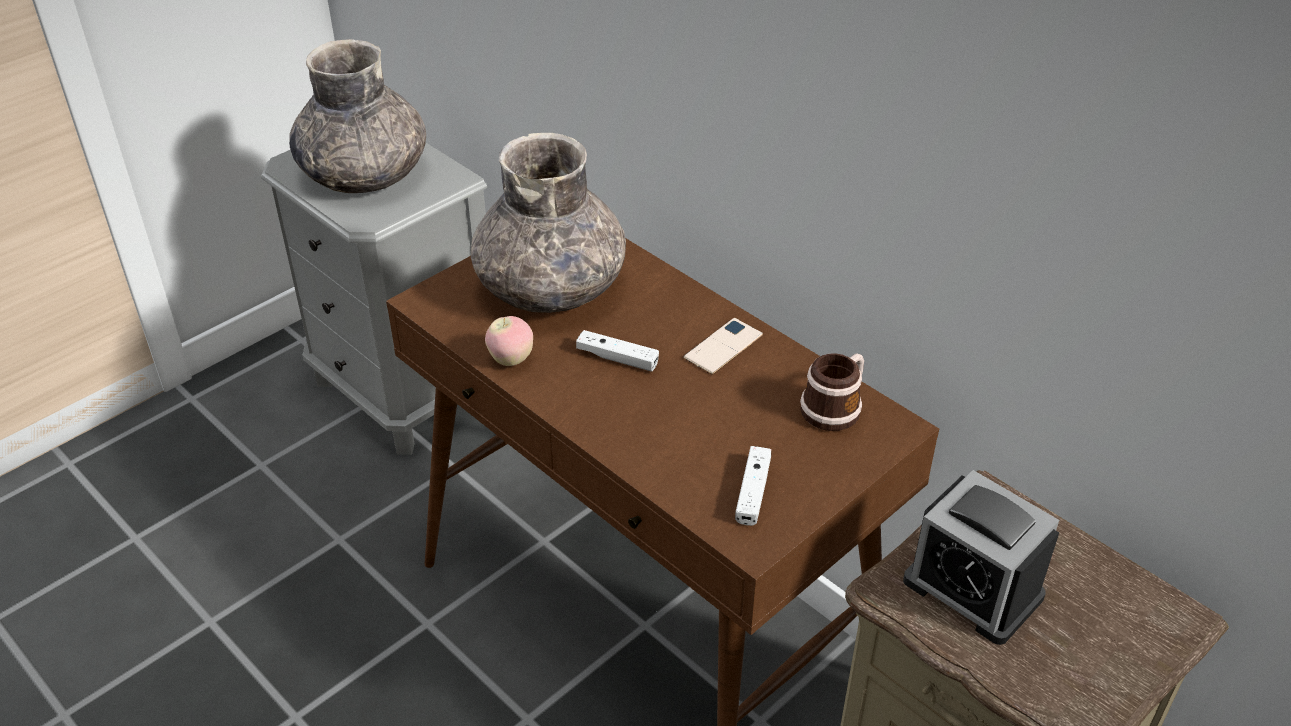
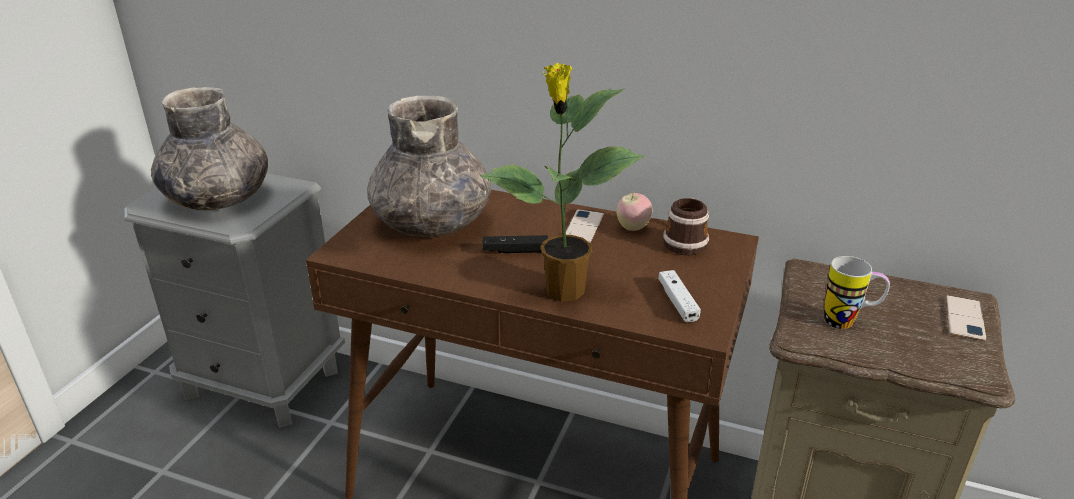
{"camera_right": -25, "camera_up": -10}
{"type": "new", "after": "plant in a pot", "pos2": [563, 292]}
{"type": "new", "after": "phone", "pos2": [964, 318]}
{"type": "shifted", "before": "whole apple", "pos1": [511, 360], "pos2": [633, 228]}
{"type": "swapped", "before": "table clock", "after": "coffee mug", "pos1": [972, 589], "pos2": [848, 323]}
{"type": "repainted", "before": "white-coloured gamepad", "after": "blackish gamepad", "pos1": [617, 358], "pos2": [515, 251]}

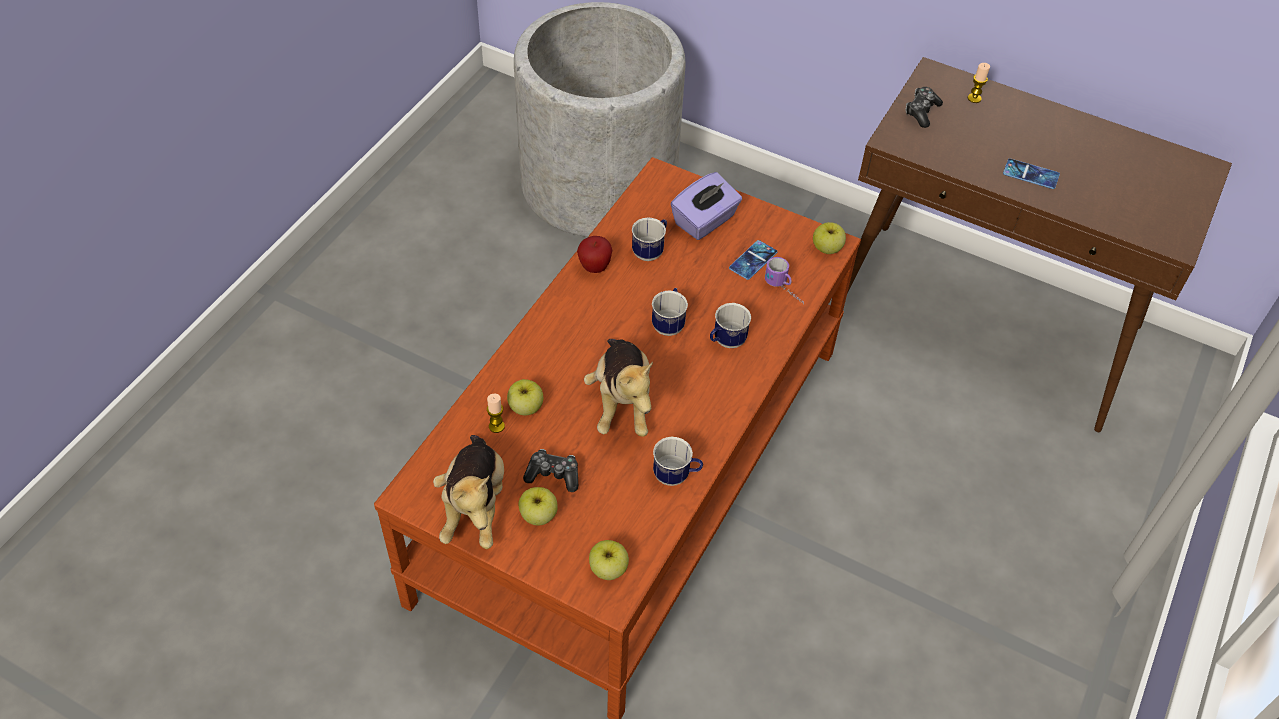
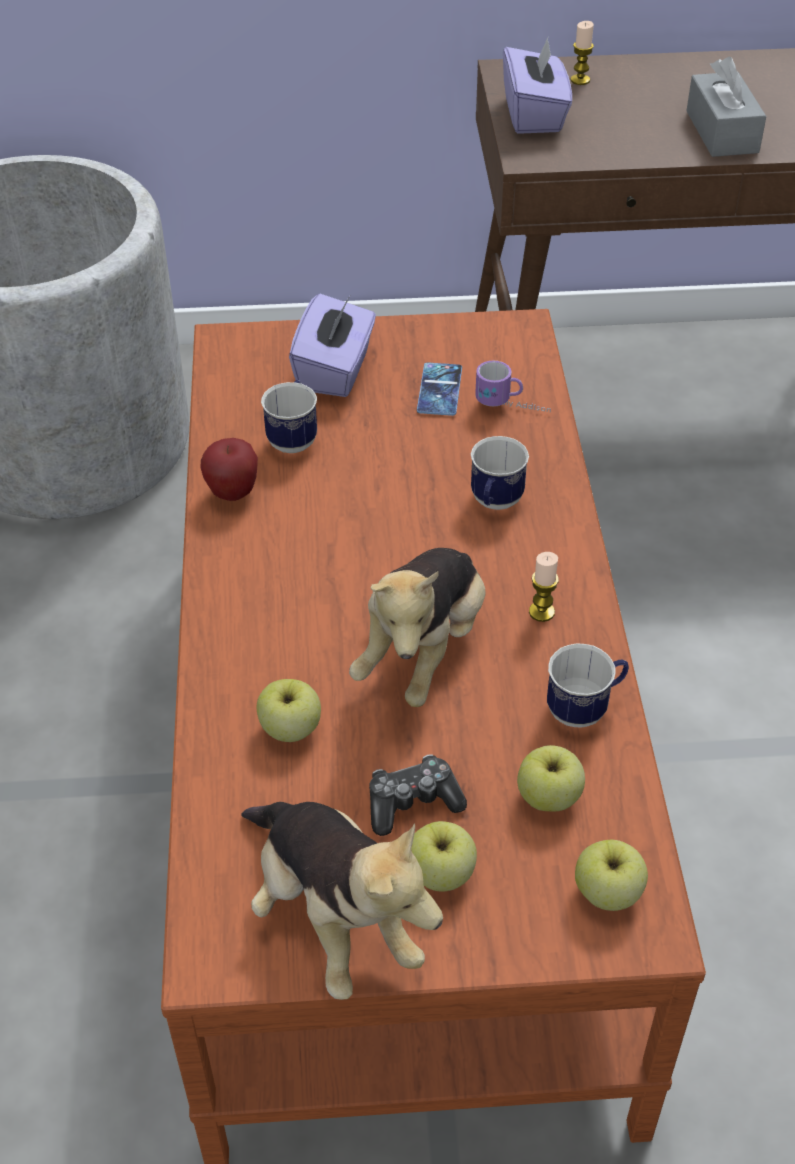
{"camera_right": -30, "camera_up": -5}
{"type": "gone", "before": "coffee mug", "pos1": [669, 323]}
{"type": "shifted", "before": "wax candle", "pos1": [496, 426], "pos2": [541, 612]}
{"type": "shifted", "before": "whole apple", "pos1": [827, 249], "pos2": [549, 797]}
{"type": "swapped", "before": "gamepad", "after": "purple-coloured tissue holder", "pos1": [921, 112], "pos2": [534, 115]}
{"type": "swapped", "before": "phone", "after": "grey tissue holder", "pos1": [1031, 174], "pos2": [722, 132]}
{"type": "rotated", "before": "soft toy", "pos1": [621, 402], "pos2": [423, 650], "turn": 60}

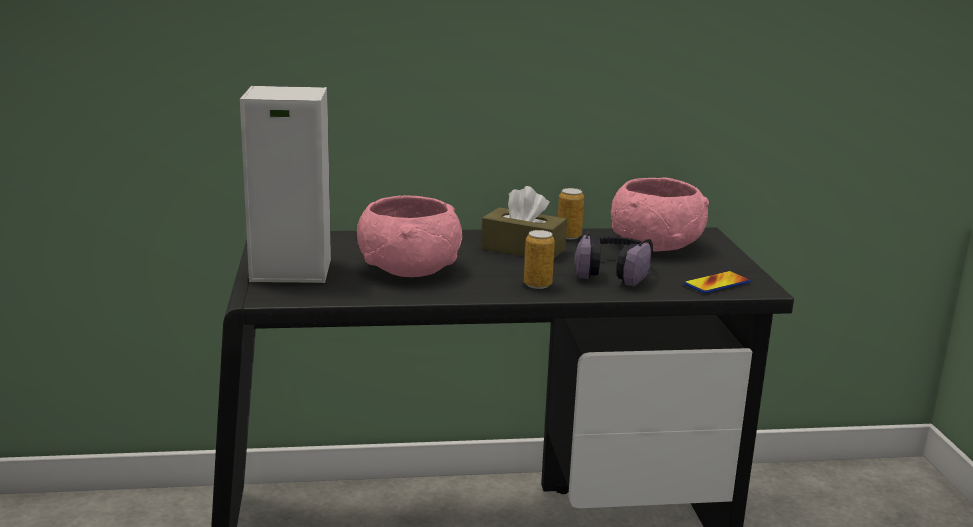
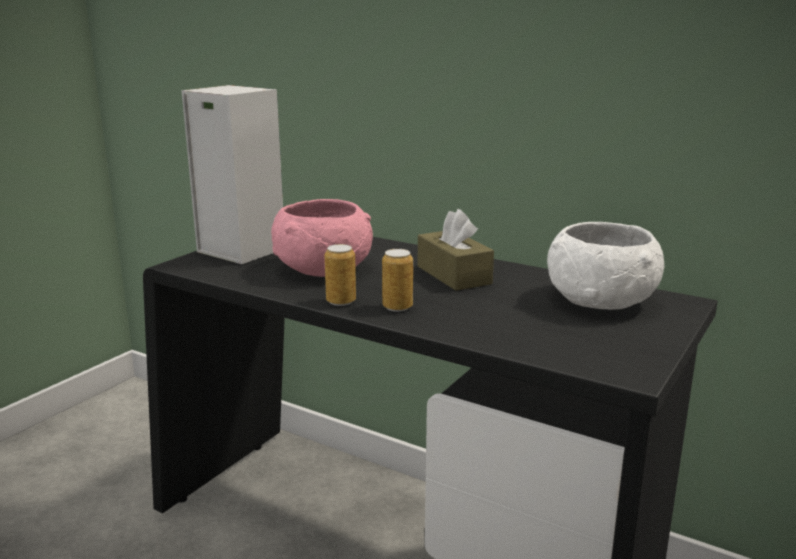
{"camera_right": 40, "camera_up": 0}
{"type": "gone", "before": "pair of headphones", "pos1": [614, 272]}
{"type": "gone", "before": "phone", "pos1": [717, 283]}
{"type": "shifted", "before": "sealed can", "pos1": [569, 236], "pos2": [341, 301]}
{"type": "repainted", "before": "pink-coloured bowl", "after": "white-coloured bowl", "pos1": [656, 244], "pos2": [600, 300]}

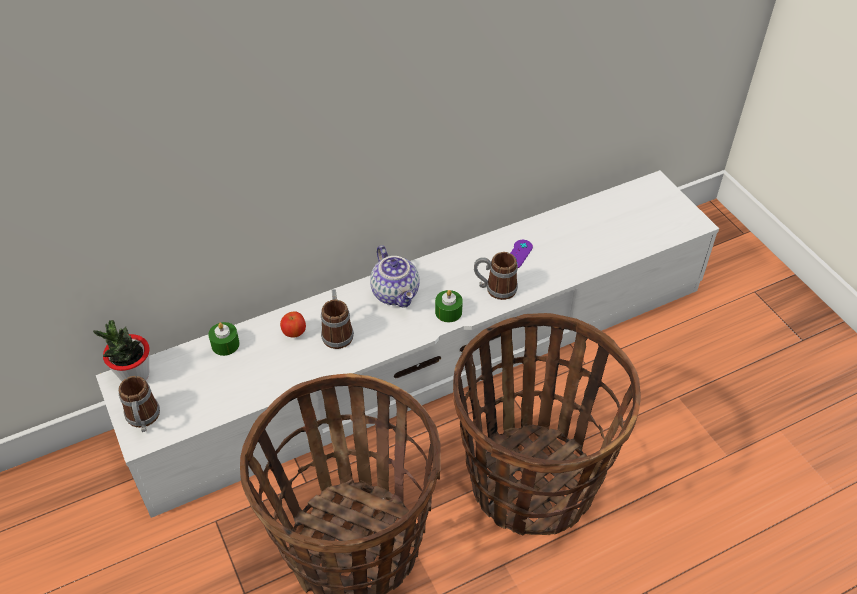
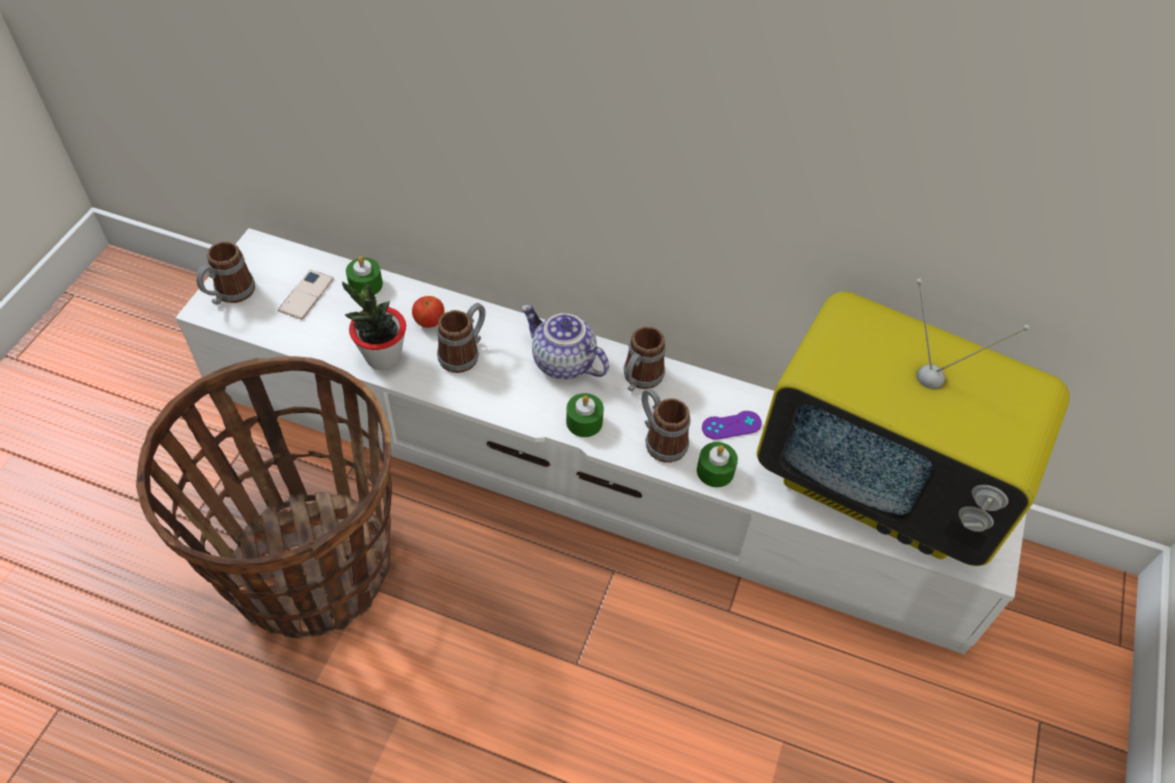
{"camera_right": 45, "camera_up": 5}
{"type": "gone", "before": "storage basket", "pos1": [530, 481]}
{"type": "new", "after": "phone", "pos2": [306, 295]}
{"type": "new", "after": "coffee mug", "pos2": [639, 379]}
{"type": "new", "after": "green-coloured wax candle", "pos2": [715, 471]}
{"type": "new", "after": "TV set", "pos2": [882, 482]}
{"type": "shifted", "before": "plant in a pot", "pos1": [134, 375], "pos2": [383, 357]}
{"type": "rotated", "before": "teapot", "pos1": [396, 293], "pos2": [562, 363], "turn": 105}

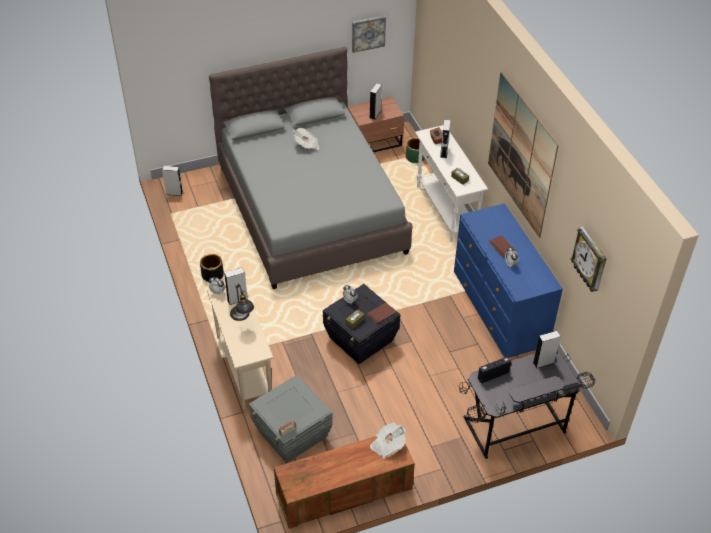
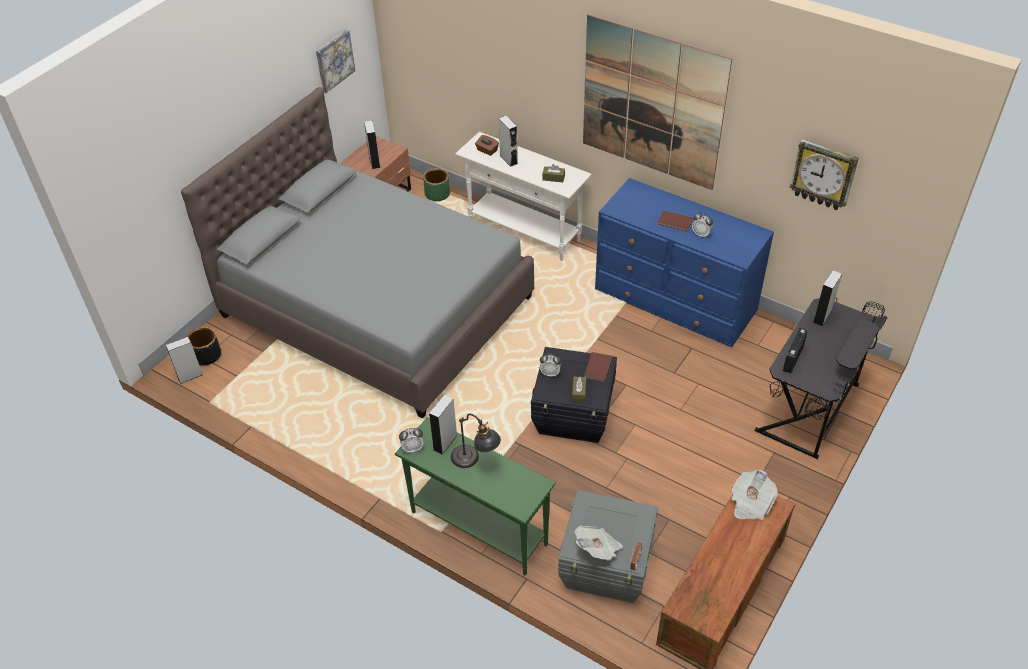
{"camera_right": -35, "camera_up": 0}
{"type": "shifted", "before": "blackish planter", "pos1": [212, 275], "pos2": [207, 355]}
{"type": "shifted", "before": "newspaper", "pos1": [306, 145], "pos2": [598, 549]}
{"type": "repainted", "before": "sand-coloured hall table", "after": "green-coloured hall table", "pos1": [243, 368], "pos2": [477, 528]}

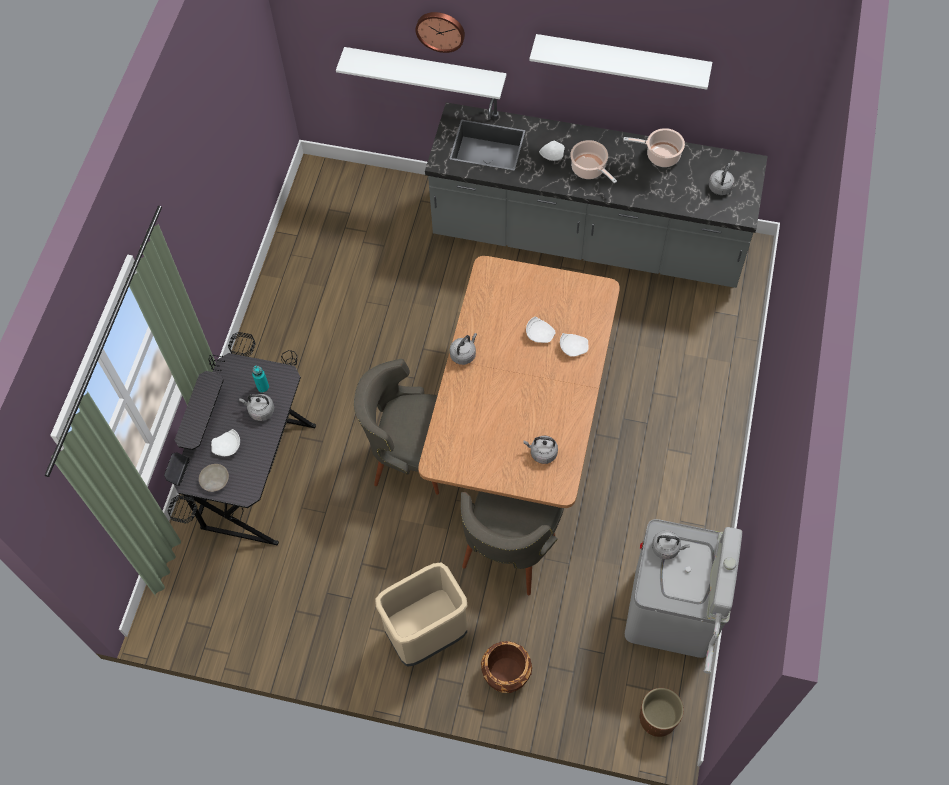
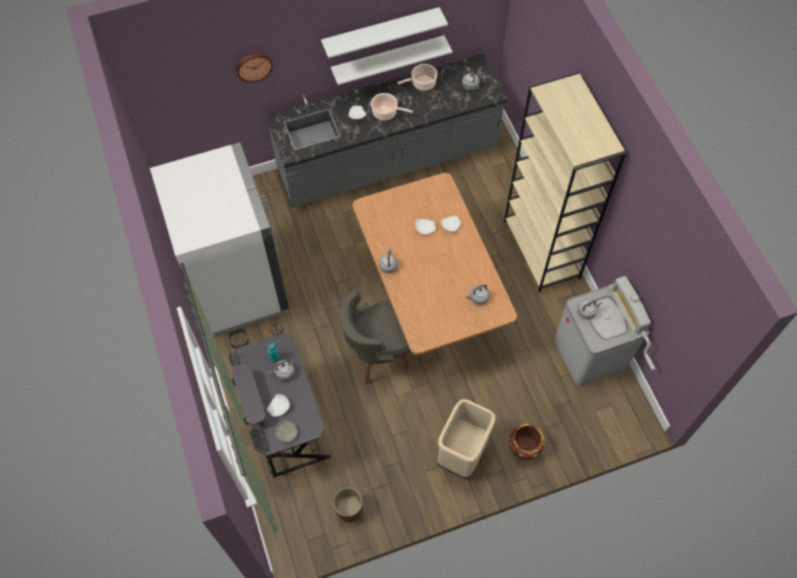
{"camera_right": -35, "camera_up": 0}
{"type": "gone", "before": "grey chair", "pos1": [509, 551]}
{"type": "new", "after": "white-coloured fridge", "pos2": [238, 285]}
{"type": "new", "after": "sand-coloured bookcase", "pos2": [542, 249]}
{"type": "shifted", "before": "white-coloured wall shelf", "pos1": [425, 72], "pos2": [388, 59]}
{"type": "shifted", "before": "brown-coloured planter", "pos1": [658, 718], "pos2": [349, 509]}

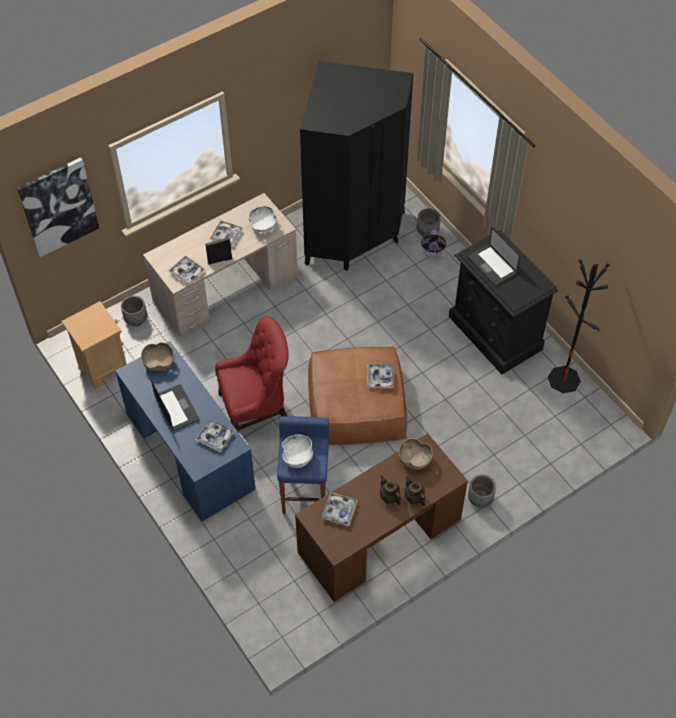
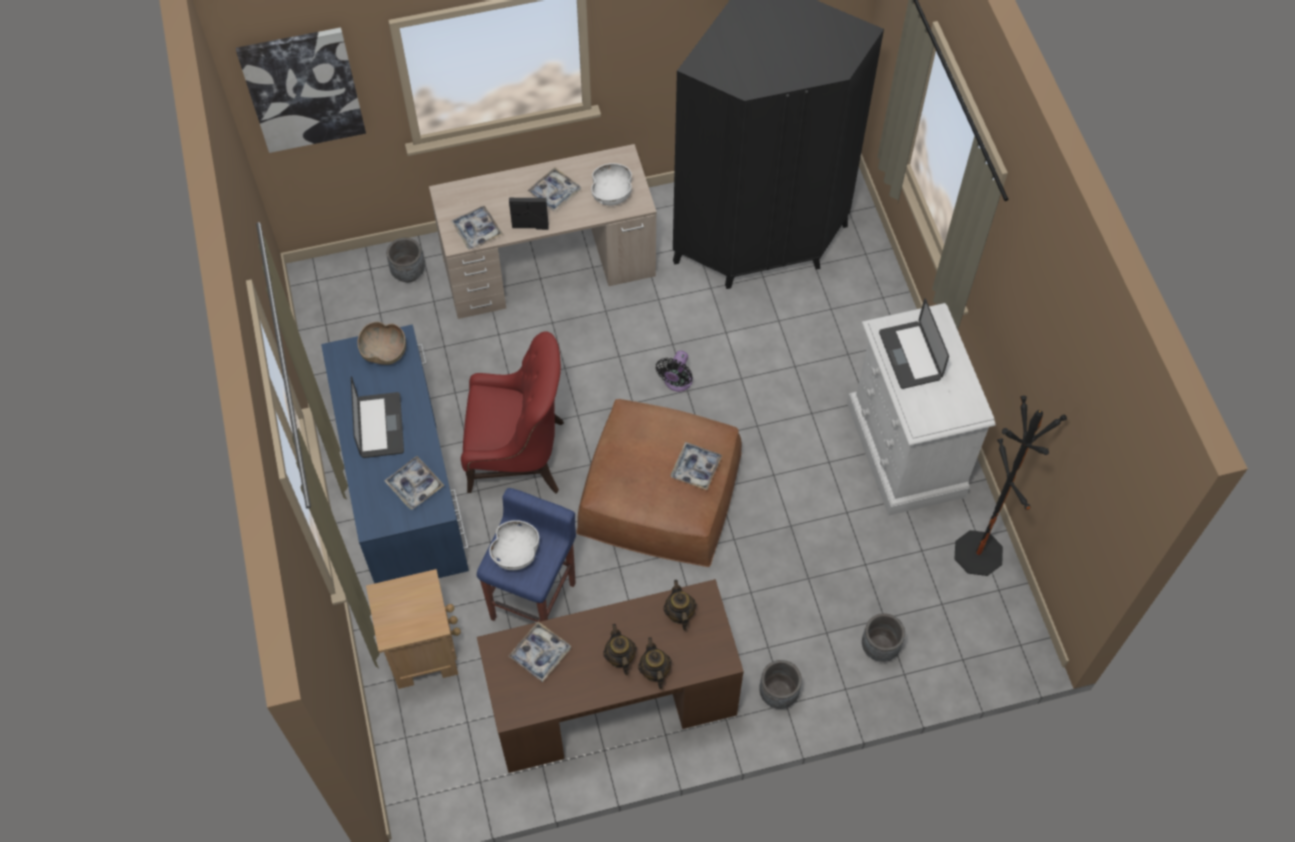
{"camera_right": 20, "camera_up": 5}
{"type": "shifted", "before": "sand-coloured nightstand", "pos1": [103, 366], "pos2": [424, 652]}
{"type": "shifted", "before": "grey planter", "pos1": [427, 232], "pos2": [880, 647]}
{"type": "shifted", "before": "blackish cooling fan", "pos1": [432, 252], "pos2": [676, 382]}
{"type": "swapped", "before": "brown-coloured bowl", "after": "teapot", "pos1": [414, 460], "pos2": [679, 613]}
{"type": "repainted", "before": "blackish drawer chest", "after": "white-coloured drawer chest", "pos1": [495, 333], "pos2": [905, 449]}

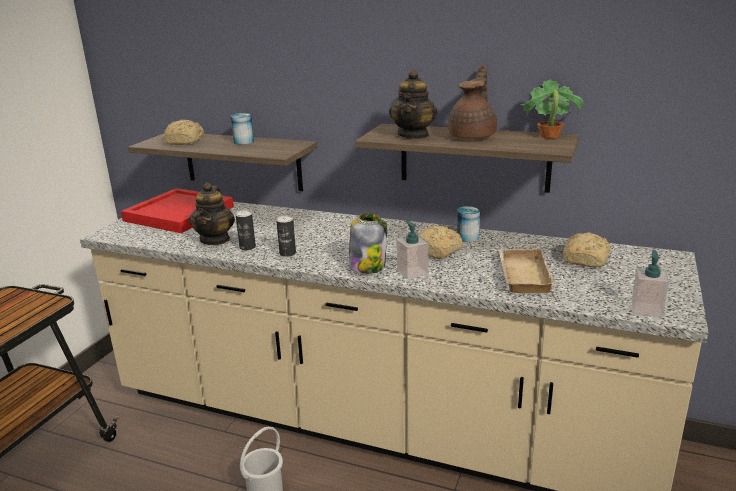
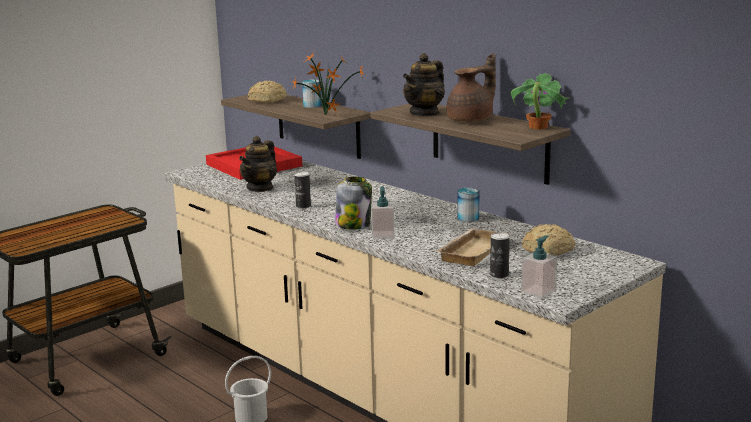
{"camera_right": 25, "camera_up": -5}
{"type": "gone", "before": "baked bread", "pos1": [436, 251]}
{"type": "new", "after": "plant in a pot", "pos2": [326, 115]}
{"type": "shifted", "before": "sealed can", "pos1": [247, 247], "pos2": [499, 275]}

